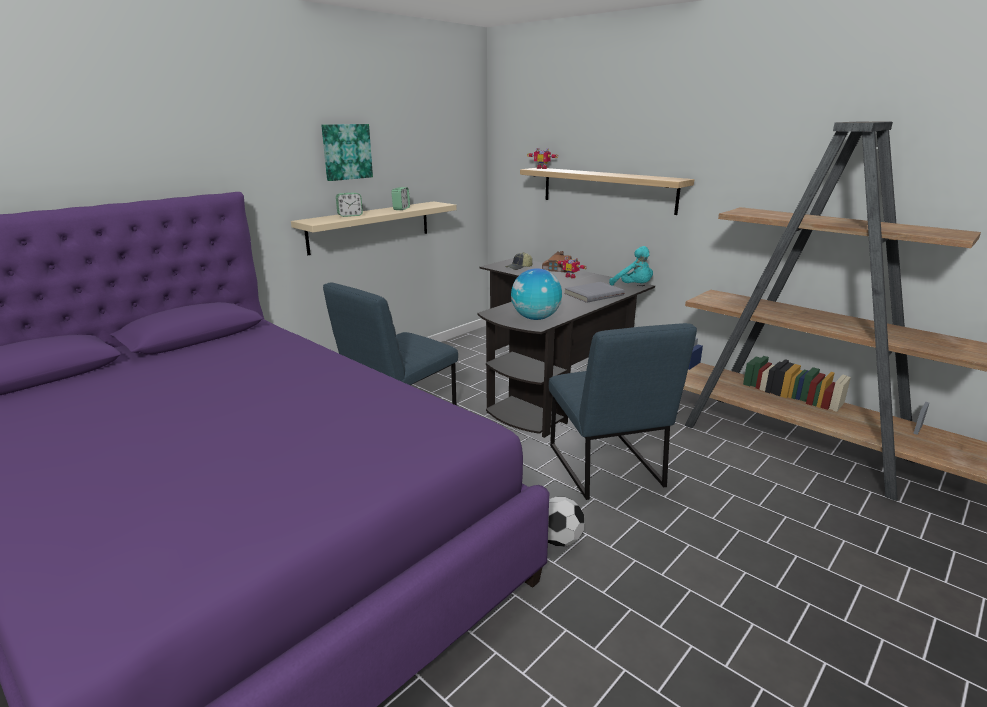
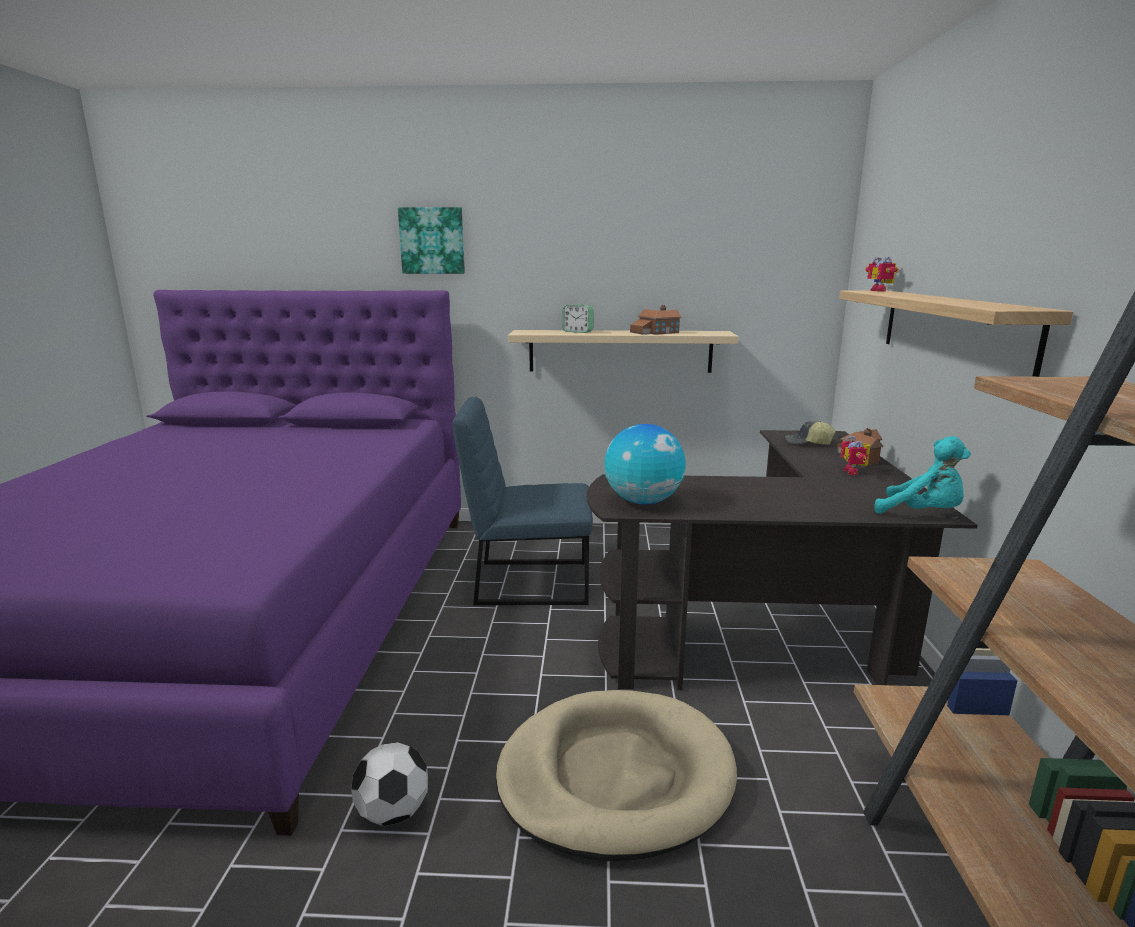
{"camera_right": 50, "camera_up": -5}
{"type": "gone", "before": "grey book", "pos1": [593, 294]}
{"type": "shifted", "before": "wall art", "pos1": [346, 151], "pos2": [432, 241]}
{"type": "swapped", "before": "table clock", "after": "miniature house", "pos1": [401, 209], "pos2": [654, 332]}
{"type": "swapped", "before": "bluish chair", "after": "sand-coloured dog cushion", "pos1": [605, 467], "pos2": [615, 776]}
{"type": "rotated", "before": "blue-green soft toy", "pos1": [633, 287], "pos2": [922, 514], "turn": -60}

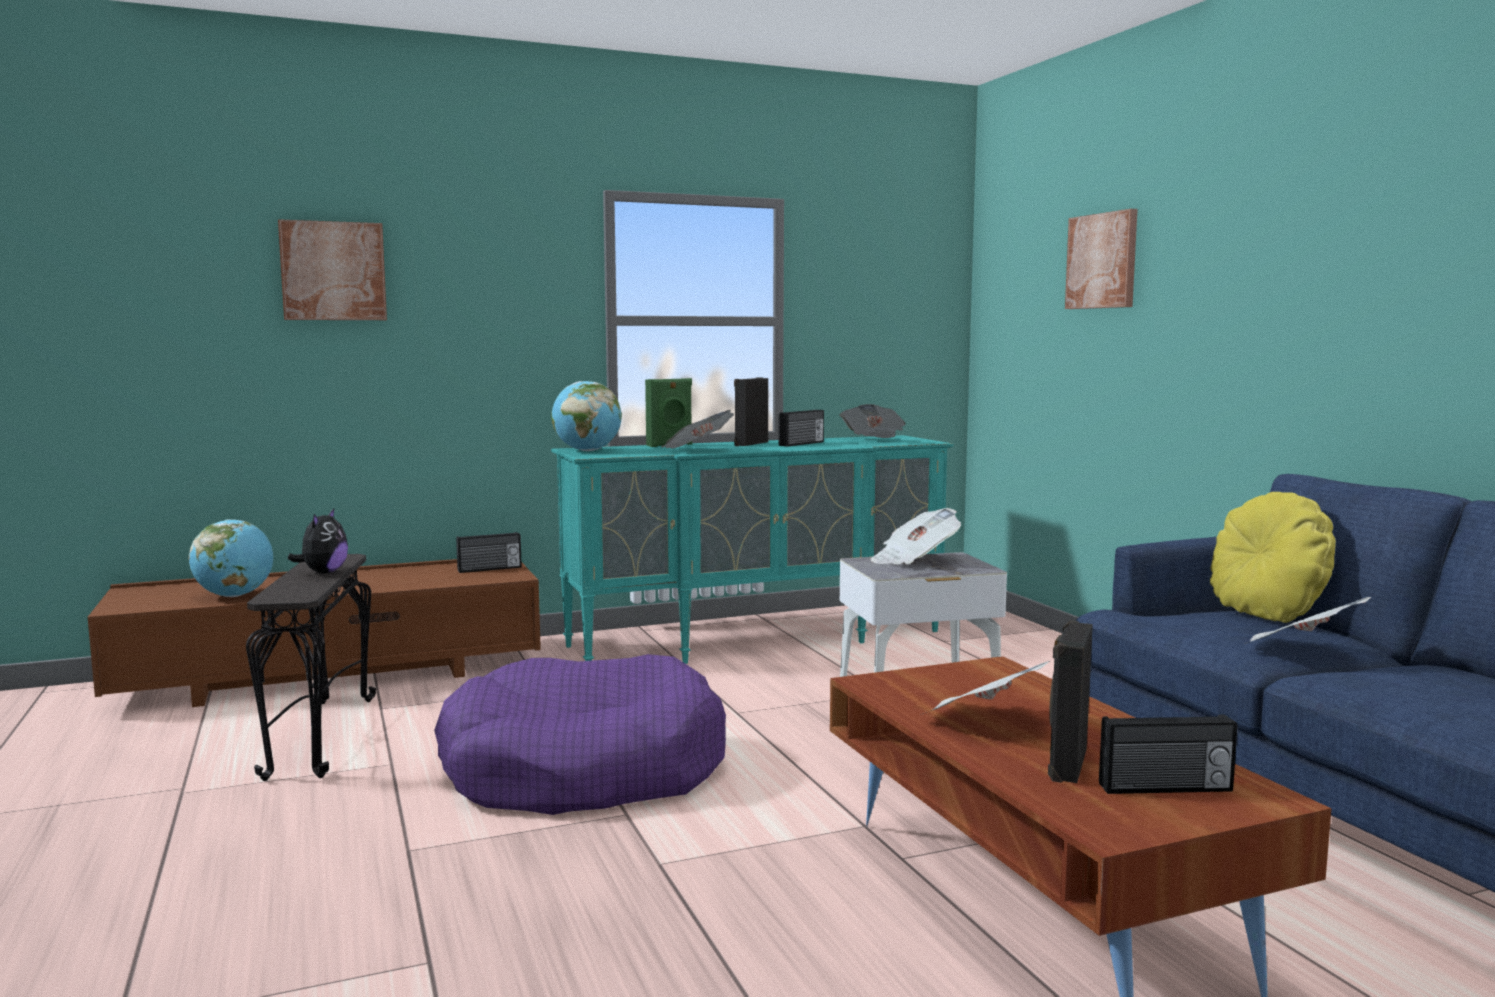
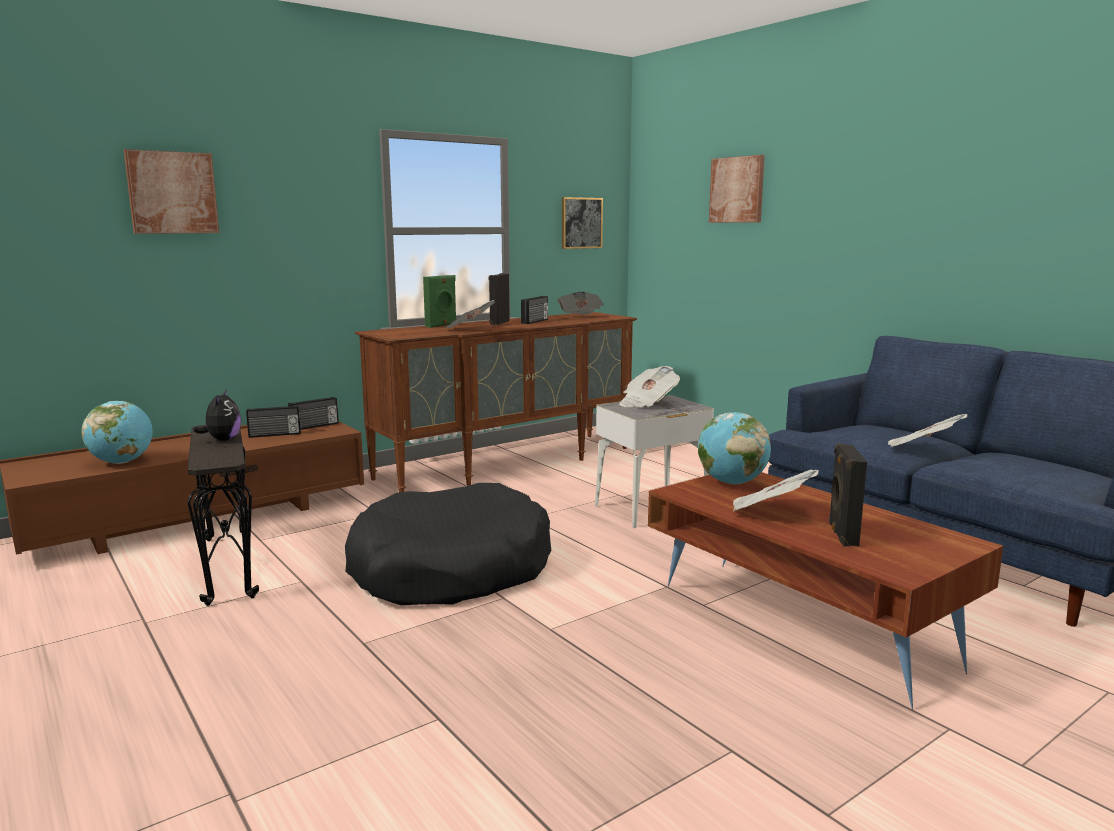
{"camera_right": -15, "camera_up": 5}
{"type": "gone", "before": "yellow-coloured cushion", "pos1": [1267, 616]}
{"type": "new", "after": "wall art", "pos2": [581, 223]}
{"type": "shifted", "before": "world globe", "pos1": [587, 451], "pos2": [731, 482]}
{"type": "shifted", "before": "radio set", "pos1": [1166, 788], "pos2": [275, 435]}
{"type": "repainted", "before": "purple-coloured dog cushion", "after": "blackish dog cushion", "pos1": [583, 769], "pos2": [450, 569]}
{"type": "repainted", "before": "blue-green storage cabinet", "after": "brown-coloured storage cabinet", "pos1": [757, 639], "pos2": [508, 463]}

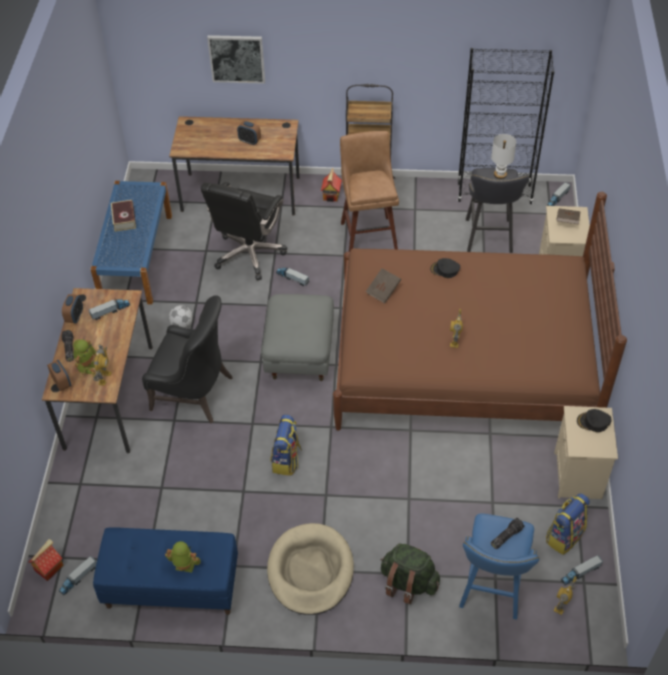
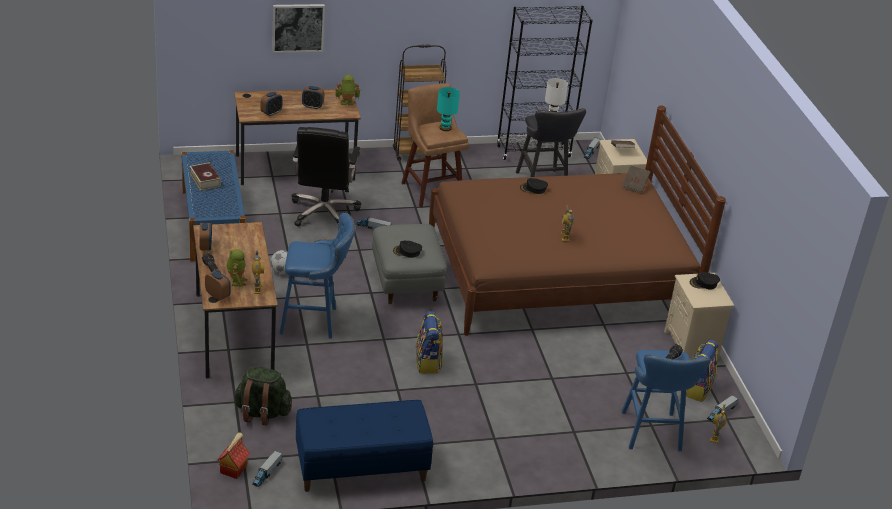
{"camera_right": -20, "camera_up": -15}
{"type": "gone", "before": "toy truck", "pos1": [110, 311]}
{"type": "gone", "before": "sand-coloured dog cushion", "pos1": [310, 571]}
{"type": "gone", "before": "miniature house", "pos1": [331, 195]}
{"type": "new", "after": "table clock", "pos2": [271, 113]}
{"type": "new", "after": "blackish baseball cap", "pos2": [407, 251]}
{"type": "new", "after": "blue-green lamp for a table", "pos2": [445, 128]}
{"type": "shifted", "before": "model robot", "pos1": [184, 567], "pos2": [346, 103]}
{"type": "shifted", "before": "brown-coloured book", "pos1": [383, 291], "pos2": [635, 185]}
{"type": "shifted", "before": "green-coloured knapsack", "pos1": [408, 583], "pos2": [262, 413]}
{"type": "swapped", "before": "blackish chair", "after": "bluish sitting stool", "pos1": [193, 392], "pos2": [316, 321]}

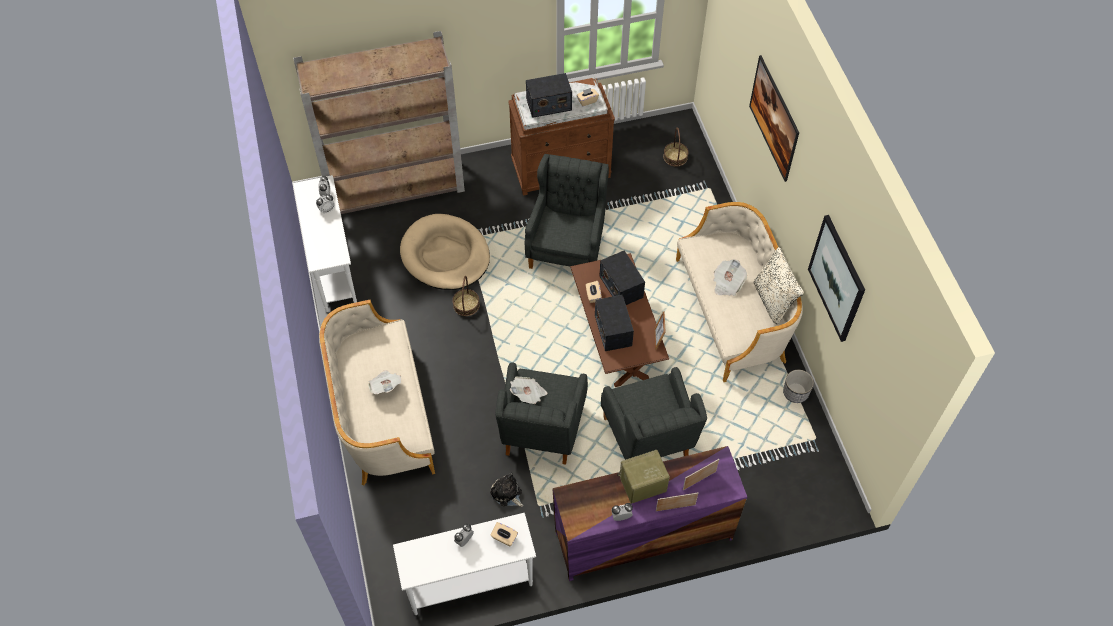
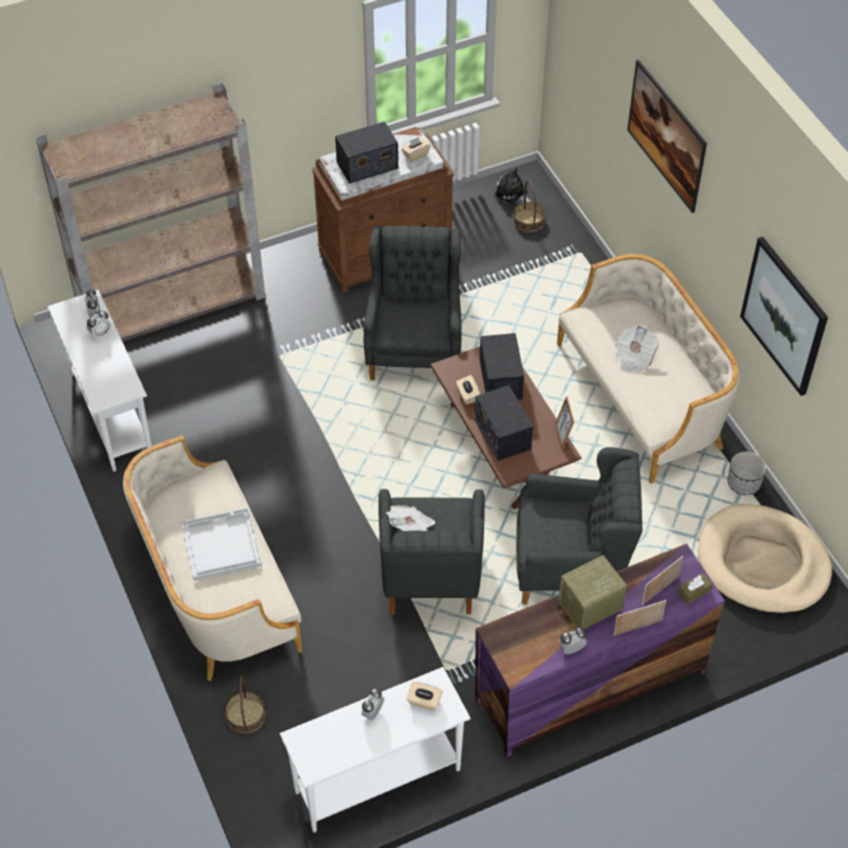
{"camera_right": -10, "camera_up": -5}
{"type": "gone", "before": "sand-coloured cushion", "pos1": [772, 302]}
{"type": "new", "after": "brown-coloured tissue holder", "pos2": [694, 591]}
{"type": "shifted", "before": "sand-coloured dog cushion", "pos1": [445, 255], "pos2": [763, 563]}
{"type": "shifted", "before": "storage basket", "pos1": [466, 305], "pos2": [245, 715]}
{"type": "shifted", "before": "soft toy", "pos1": [507, 494], "pos2": [512, 194]}
{"type": "swapped", "before": "newspaper", "after": "white-coloured tray", "pos1": [385, 386], "pos2": [221, 545]}
{"type": "rotated", "before": "radio set", "pos1": [621, 286], "pos2": [500, 379], "turn": -150}
{"type": "rotated", "before": "grey lounge chair", "pos1": [648, 439], "pos2": [570, 567], "turn": -60}

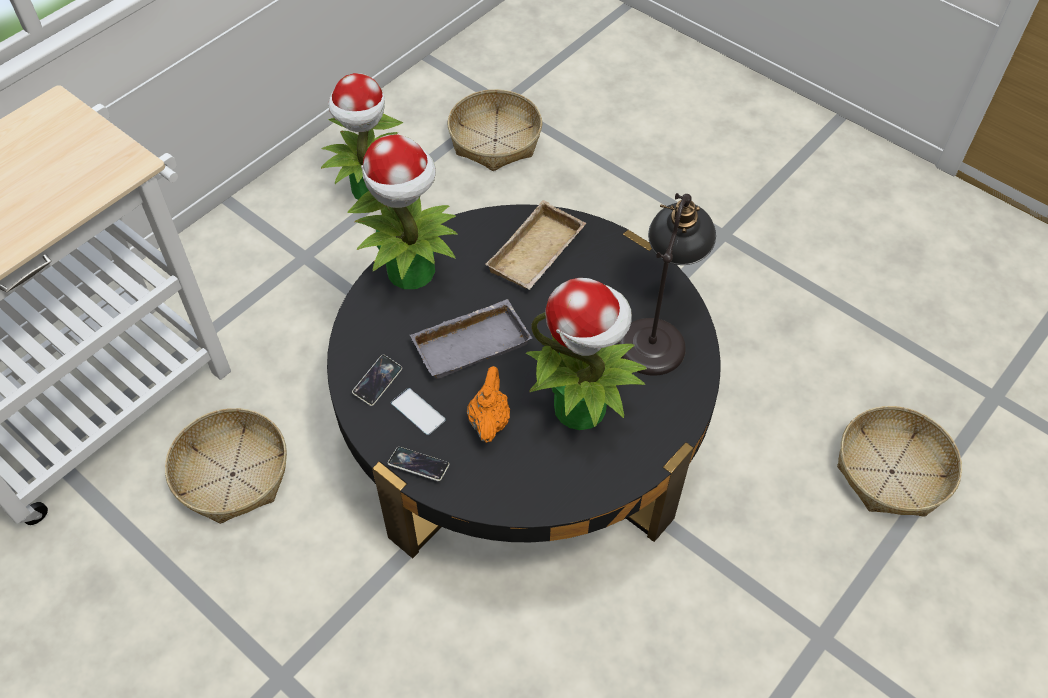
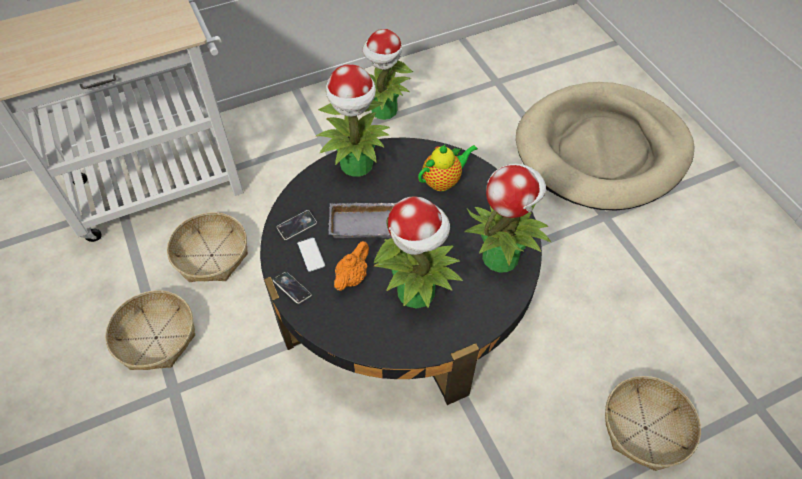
{"camera_right": 25, "camera_up": 0}
{"type": "new", "after": "sand-coloured dog cushion", "pos2": [601, 150]}
{"type": "shifted", "before": "storage basket", "pos1": [494, 140], "pos2": [155, 338]}
{"type": "swapped", "before": "sand-coloured tray", "after": "teapot", "pos1": [537, 254], "pos2": [443, 181]}
{"type": "swapped", "before": "grey lamp for a table", "after": "plant in a pot", "pos1": [658, 324], "pos2": [501, 256]}

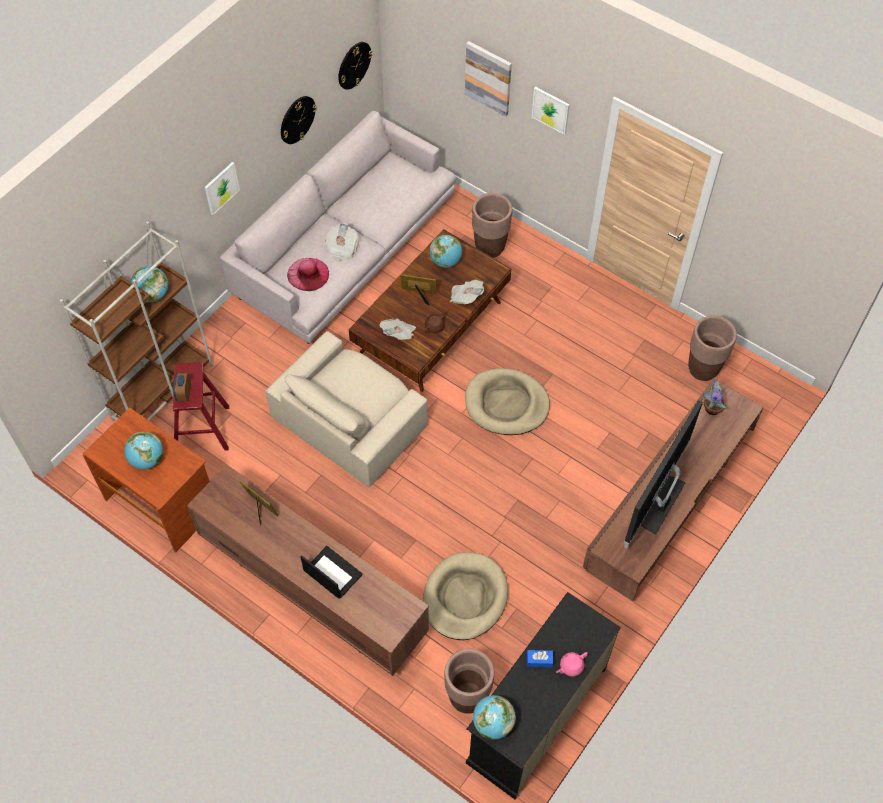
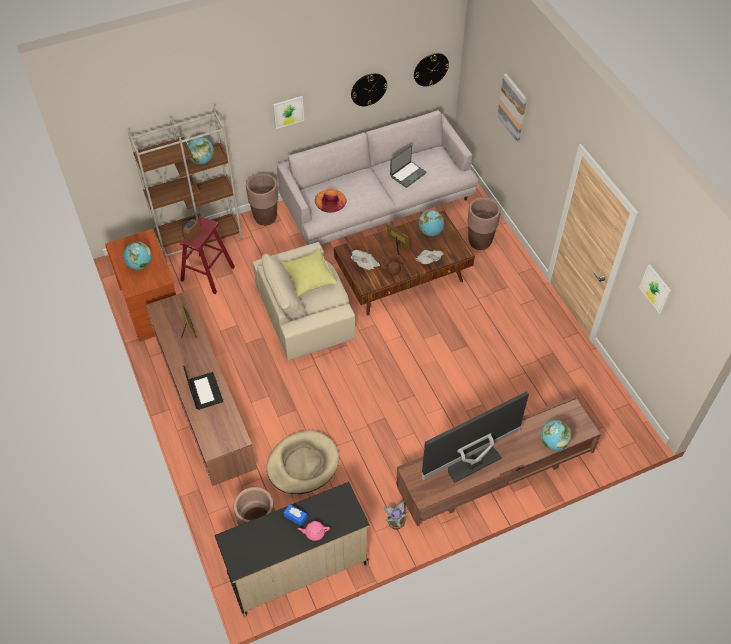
{"camera_right": 30, "camera_up": -5}
{"type": "gone", "before": "newspaper", "pos1": [341, 249]}
{"type": "gone", "before": "sand-coloured dog cushion", "pos1": [506, 404]}
{"type": "new", "after": "yellow-coloured cushion", "pos2": [308, 278]}
{"type": "new", "after": "laptop", "pos2": [407, 174]}
{"type": "shifted", "before": "world globe", "pos1": [493, 723], "pos2": [553, 442]}
{"type": "shifted", "before": "wall art", "pos1": [550, 110], "pos2": [655, 288]}
{"type": "shifted", "before": "brown-coloured planter", "pos1": [703, 369], "pos2": [265, 218]}
{"type": "shifted", "before": "plant in a pot", "pos1": [711, 408], "pos2": [395, 523]}
{"type": "repainted", "before": "pink-coloured clothing hat", "after": "orange clothing hat", "pos1": [308, 274], "pos2": [330, 200]}

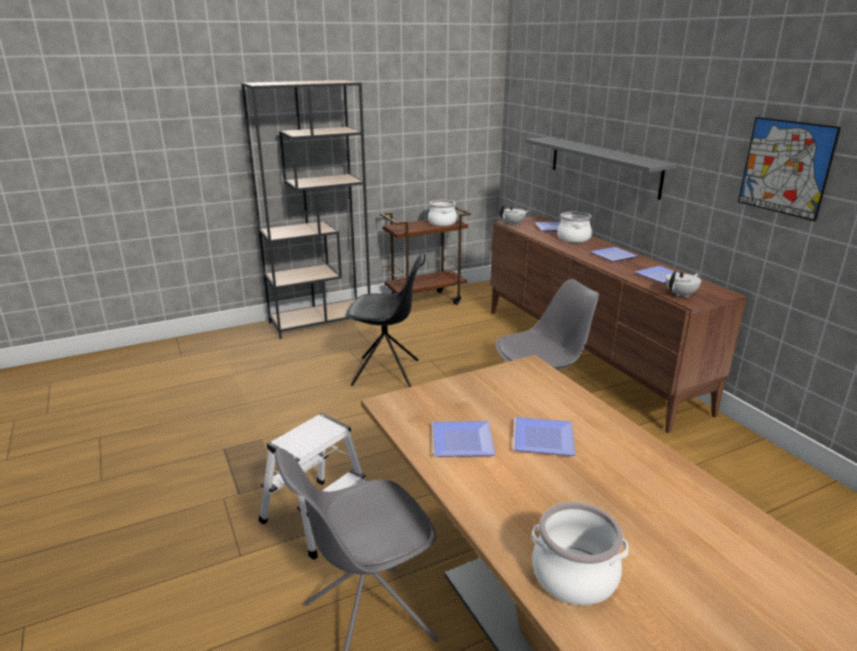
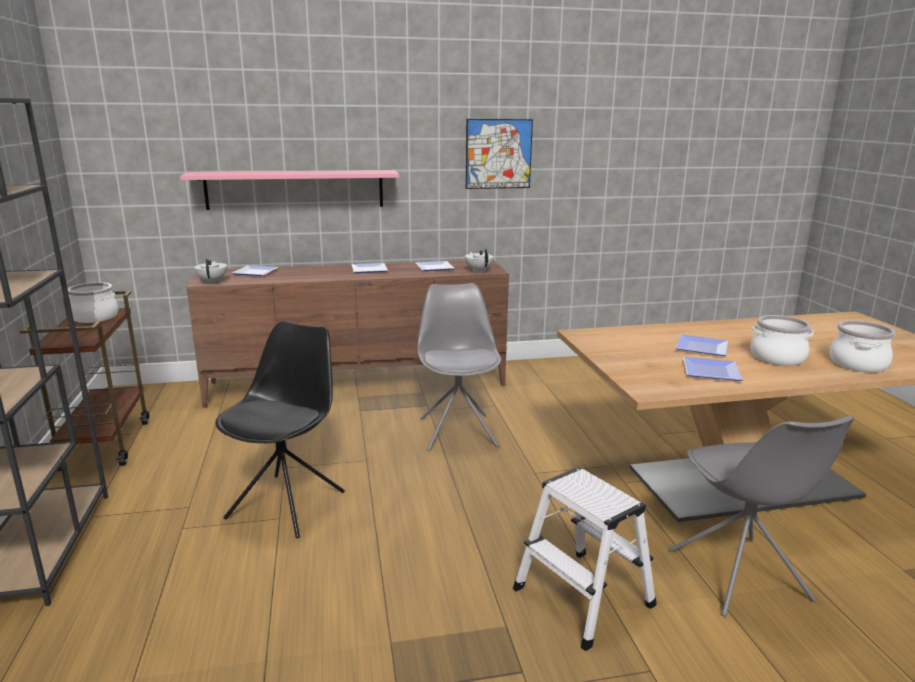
{"camera_right": -75, "camera_up": -5}
{"type": "shifted", "before": "cooking pot", "pos1": [573, 238], "pos2": [777, 358]}
{"type": "repainted", "before": "grey wall shelf", "after": "pink-coloured wall shelf", "pos1": [603, 166], "pos2": [295, 189]}

